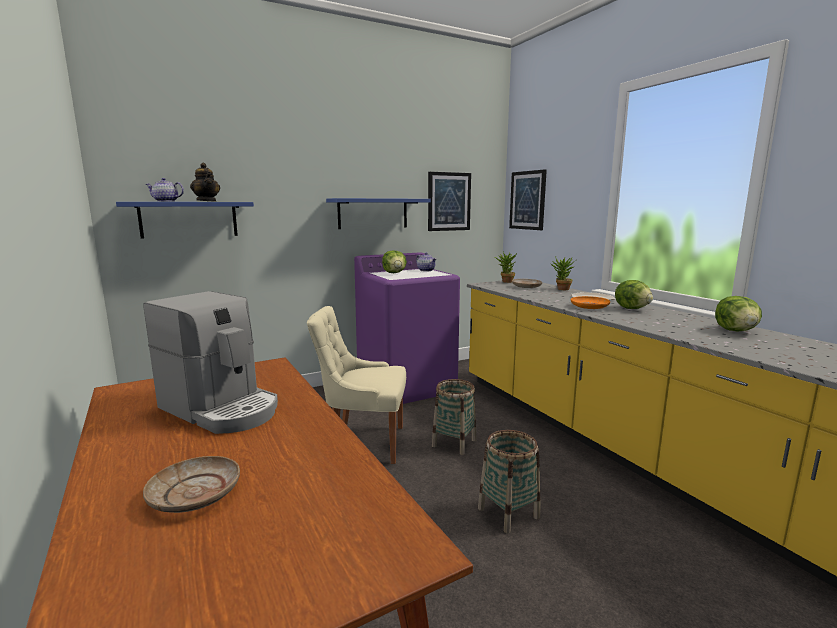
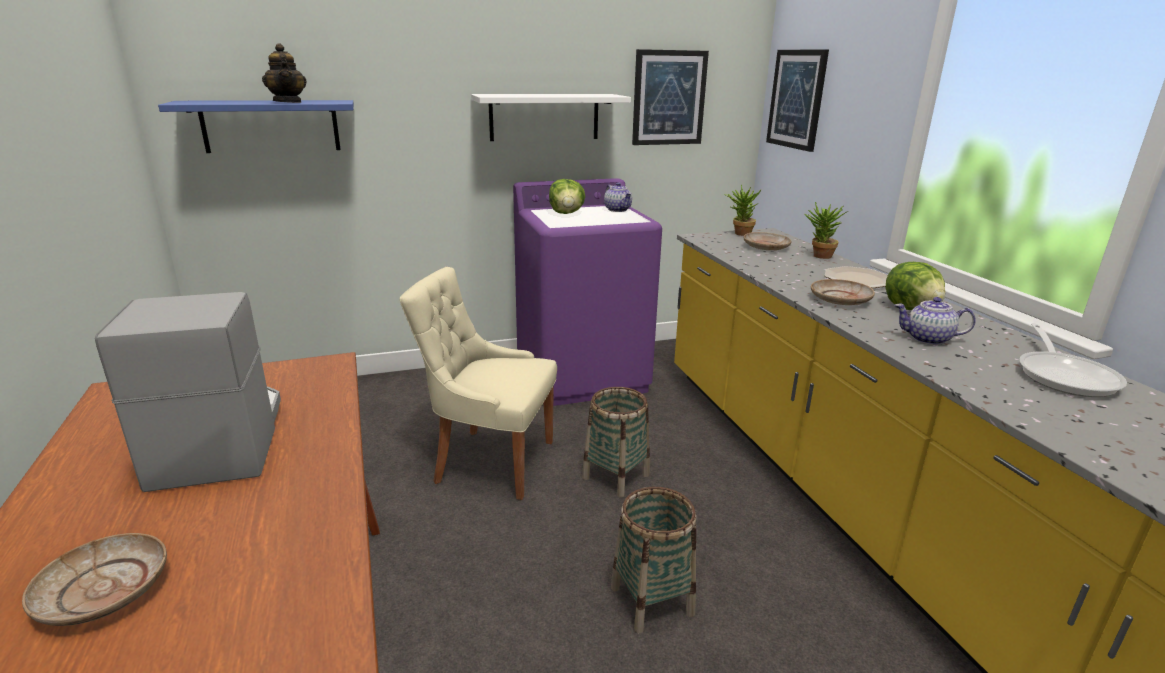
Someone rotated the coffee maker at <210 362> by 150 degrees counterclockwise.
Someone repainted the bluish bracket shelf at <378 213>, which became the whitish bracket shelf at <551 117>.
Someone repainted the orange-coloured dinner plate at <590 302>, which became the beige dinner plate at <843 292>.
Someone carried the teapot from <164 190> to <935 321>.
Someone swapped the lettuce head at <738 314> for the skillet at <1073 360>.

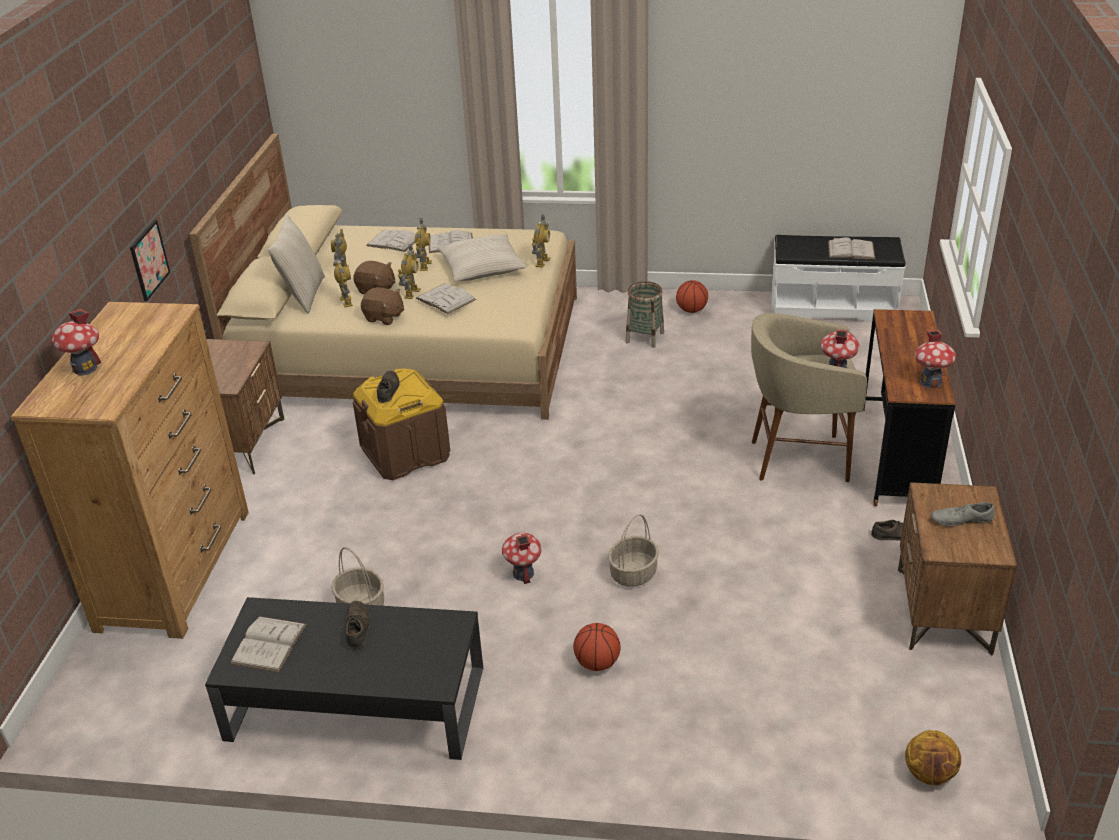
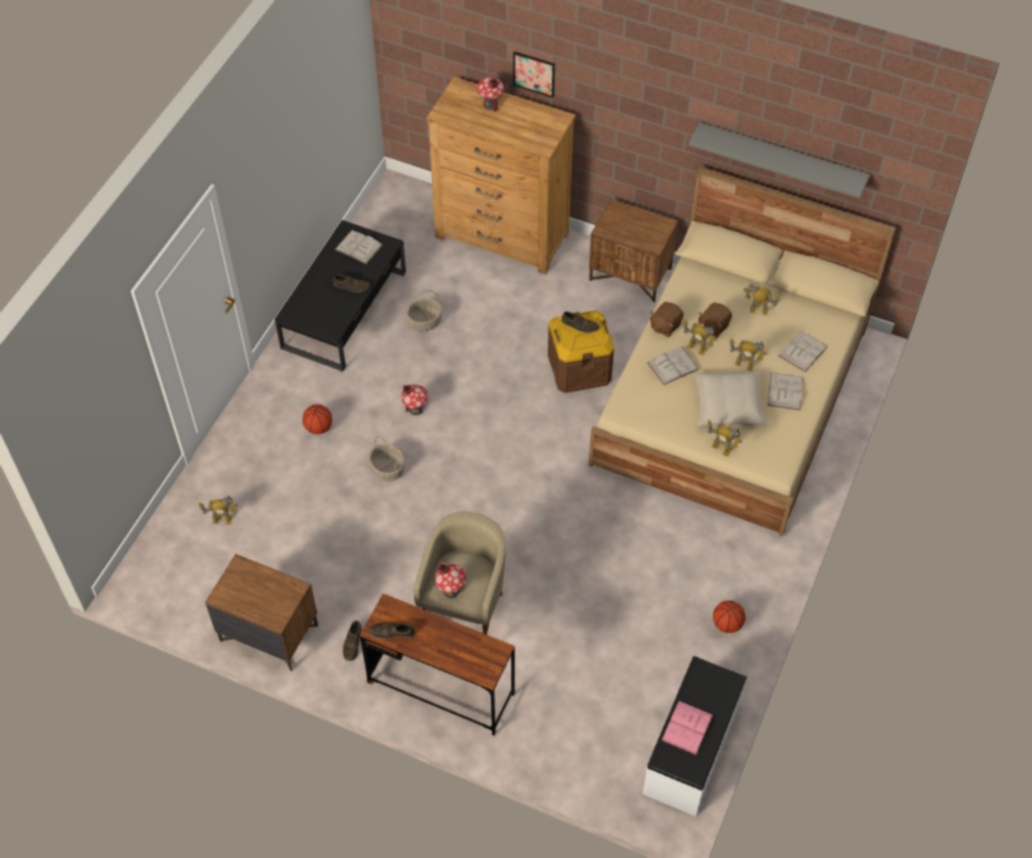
Someone carried the model robot from <343 280> to <218 510>.
Someone swapped the toy house at <935 359> for the brownish shoe at <392 630>.
Someone carried the picture from <150 260> to <534 74>.
Someone repainted the whitish bound book at <851 248>, which became the pink bound book at <687 728>.
Someone put up the greyish bracket shelf at <779 160>.
Someone took away the beige cushion at <296 263>.
Someone took away the household basket at <644 314>.
Someone took away the basketball at <933 758>.
Someone took away the greyish shoe at <963 514>.

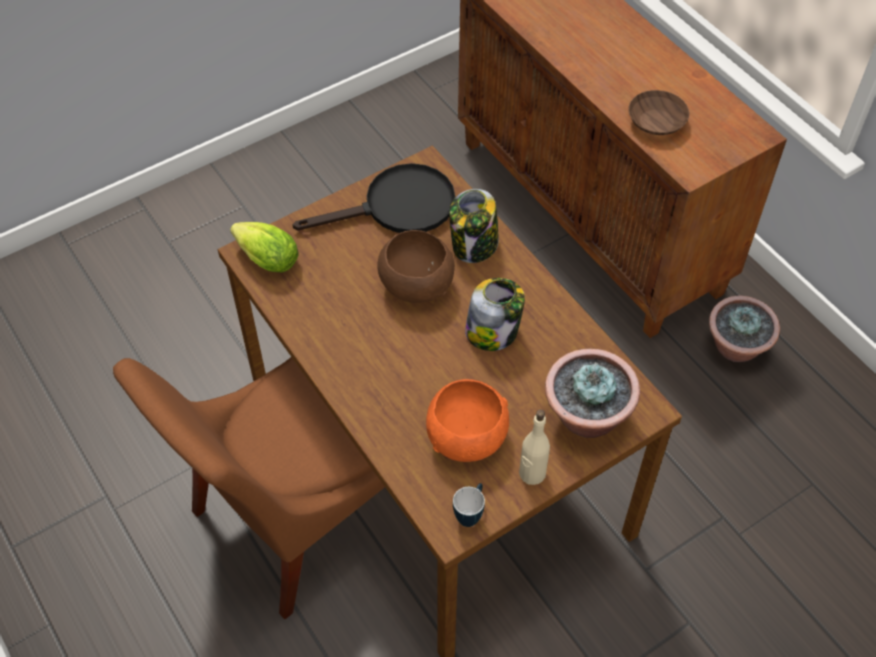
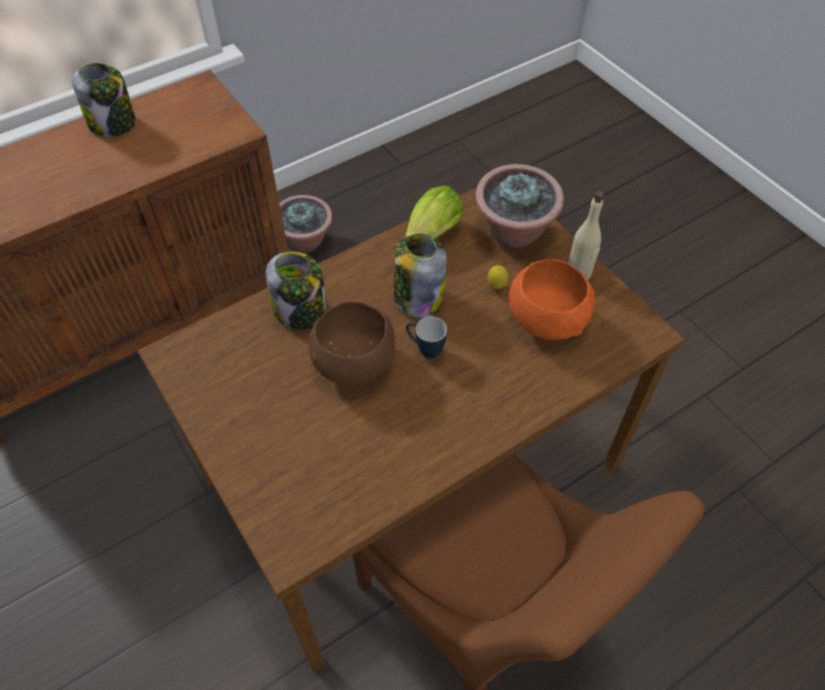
Someone put down the storage jar at <104 100>.
Someone carried the lettuce head from <264 247> to <434 212>.
Someone carried the mug from <469 505> to <426 338>.
Someone put down the citrus fruit at <497 277>.
Someone took away the blackish skillet at <374 198>.
Someone took away the brownish serving bowl at <658 112>.

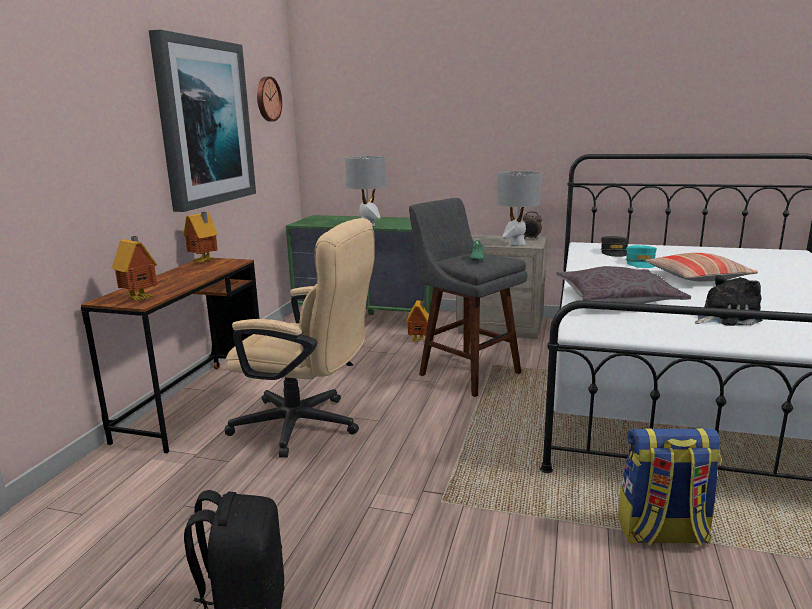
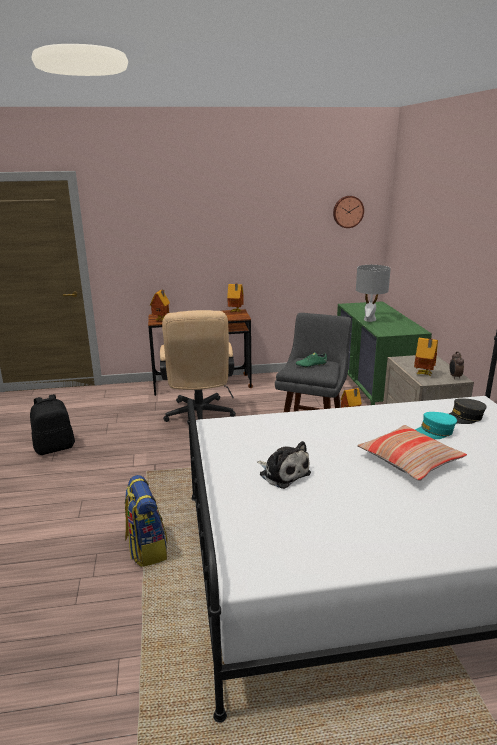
Someone swapped the greyish tabletop lamp at <519 208> for the toy house at <426 357>.
Someone took away the picture at <202 120>.
Someone took away the greyish cushion at <623 285>.

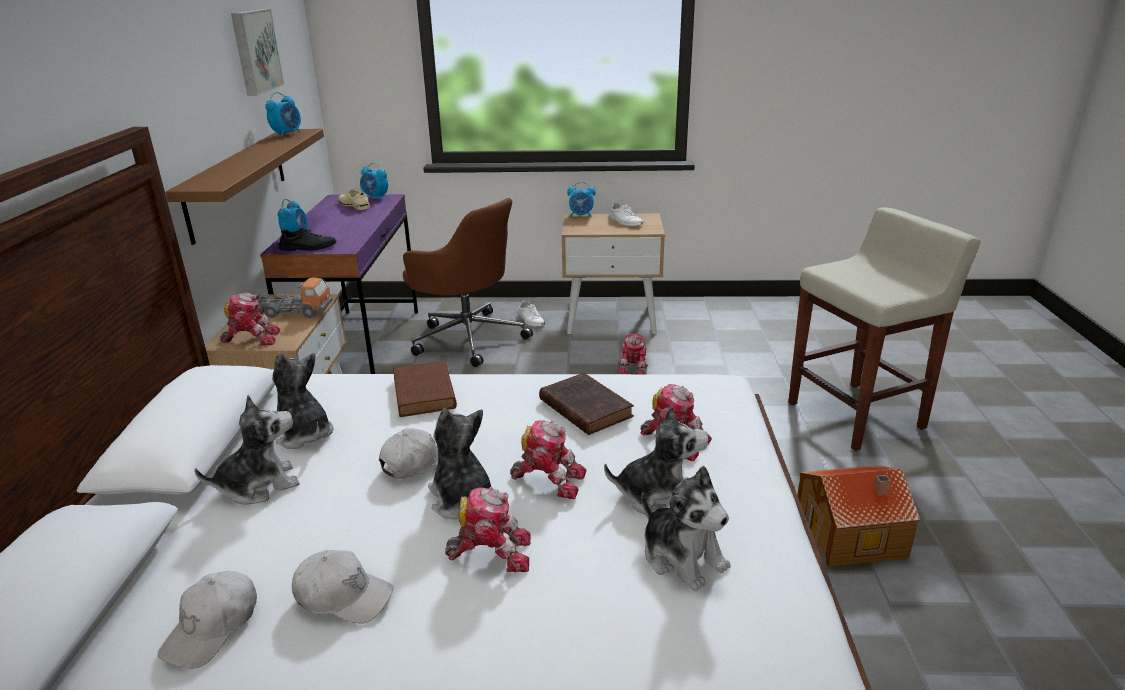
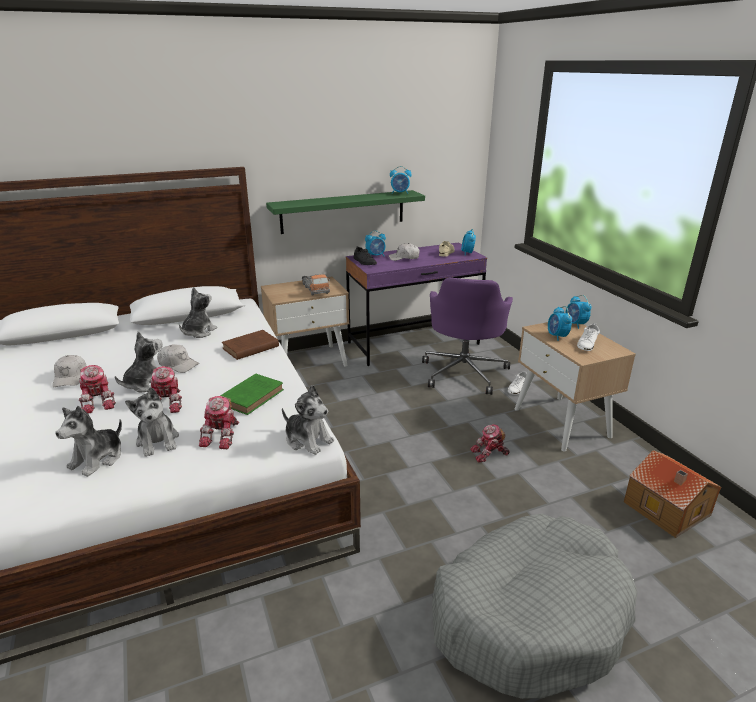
Someone repainted the brownish bound book at <586 404>, which became the greenish bound book at <252 394>.
Someone repainted the brownish bracket shelf at <244 187>, which became the greenish bracket shelf at <345 212>.
Someone carried the soft toy from <247 450> to <308 420>.
Someone carried the whitish cap from <207 620> to <404 252>.
Someone repainted the brownish office chair at <468 282>, which became the purple office chair at <467 336>.
Someone swapped the beige stool at <884 329> for the greyish pet bed at <534 606>.
Someone put down the alarm clock at <560 323>.
Someone carried the toy house from <858 516> to <673 494>.
Someone took away the model robot at <250 319>.
Someone took away the picture at <257 52>.

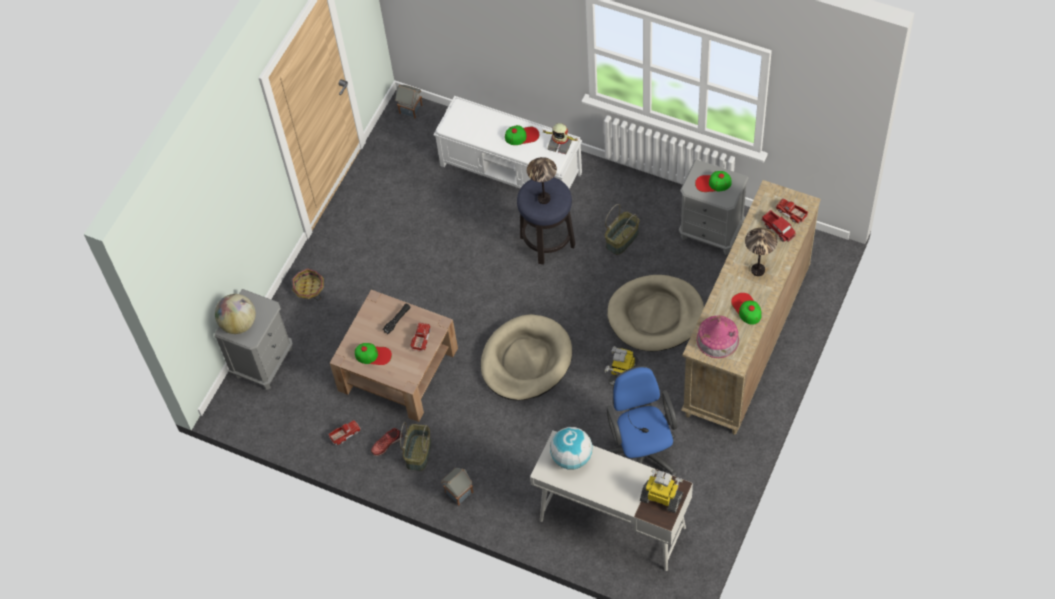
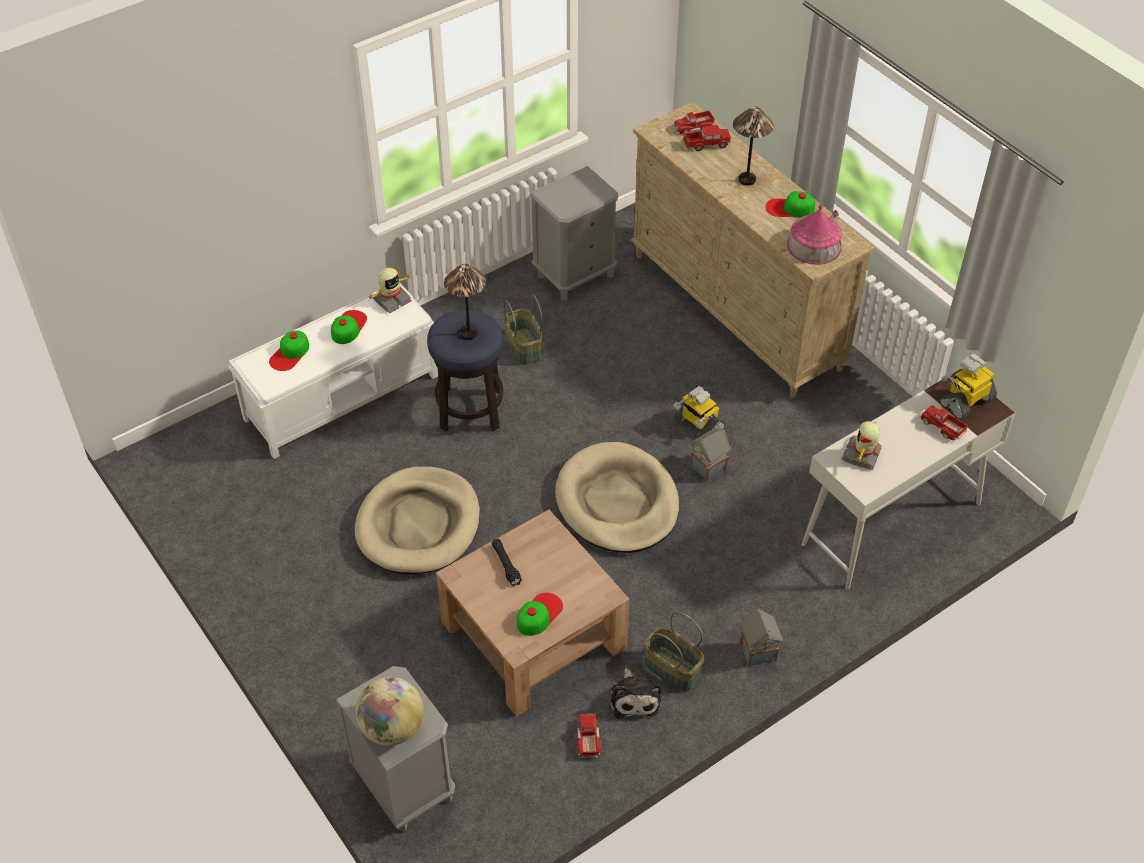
Someone carried the cap from <713 181> to <289 351>.
Someone carried the beige pet bed from <656 313> to <417 521>.
Someone swapped the red-coloured shoe at <387 442> for the soft toy at <636 693>.
Someone carried the toy house from <409 101> to <710 455>.
Someone swapped the desk globe at <571 448> for the model robot at <861 445>.
Someone carried the toy lorry from <420 337> to <943 422>.
Someone took away the household basket at <308 284>.
Someone took away the bluish office chair at <642 421>.

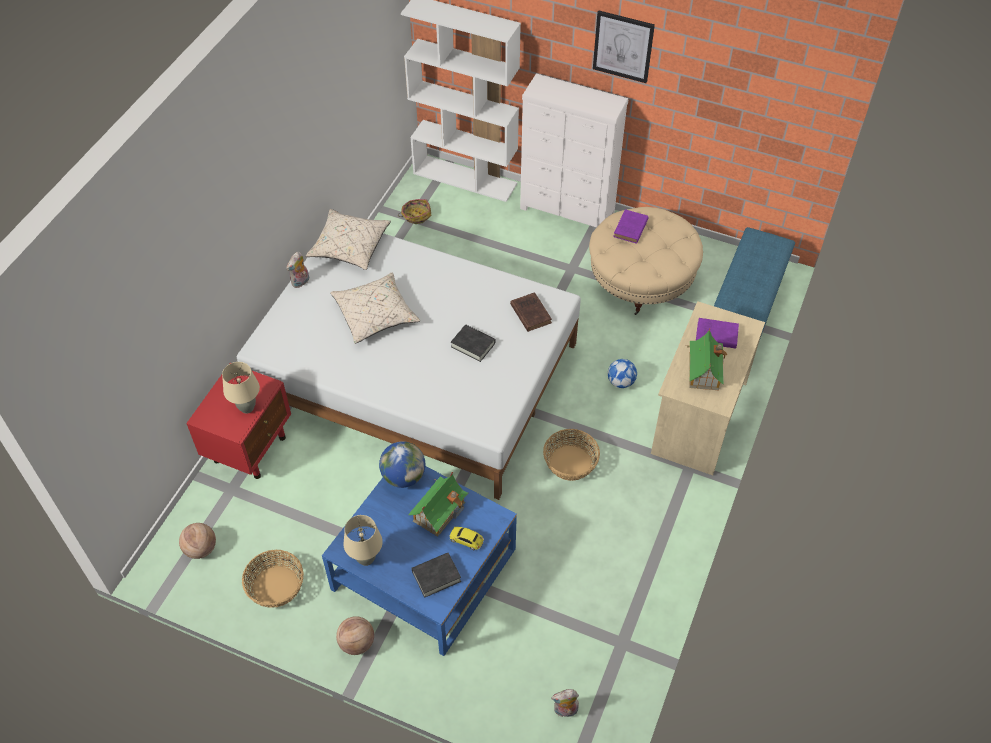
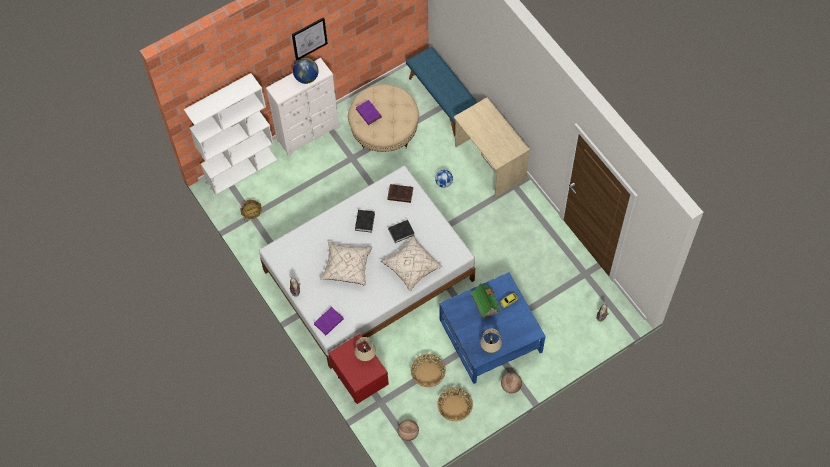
Someone carried the desk globe from <402 464> to <305 71>.
Someone carried the purple bound book from <717 333> to <329 321>.
Someone carried the blackish bound book from <436 575> to <365 221>.
Someone carried the beige cushion from <348 239> to <411 263>.
Someone carried the household basket from <571 455> to <428 370>.
Someone took away the toy house at <706 359>.

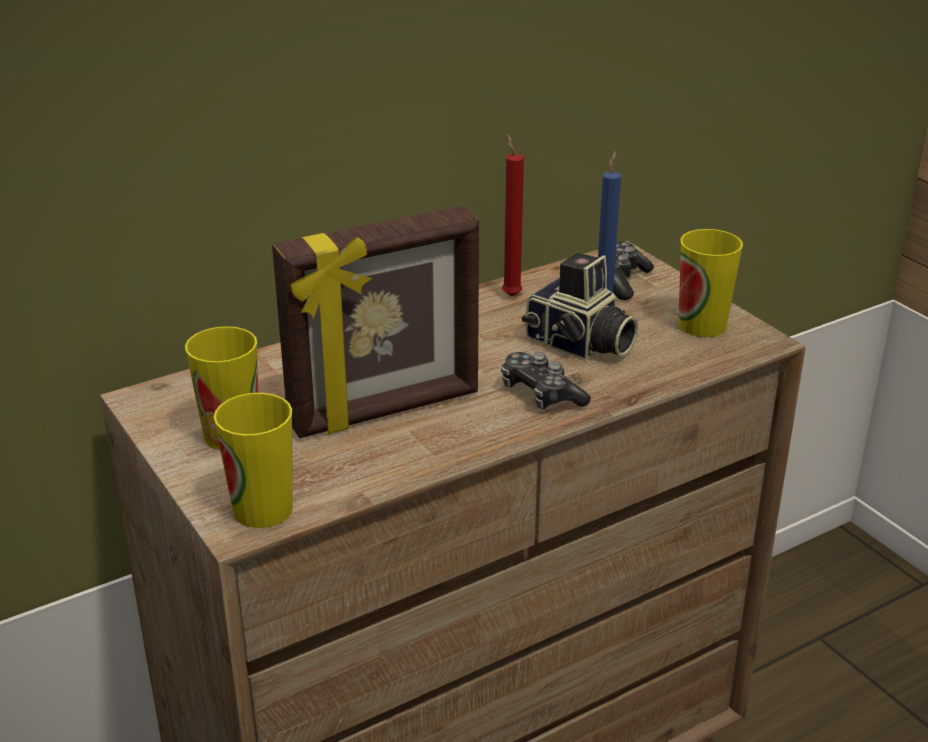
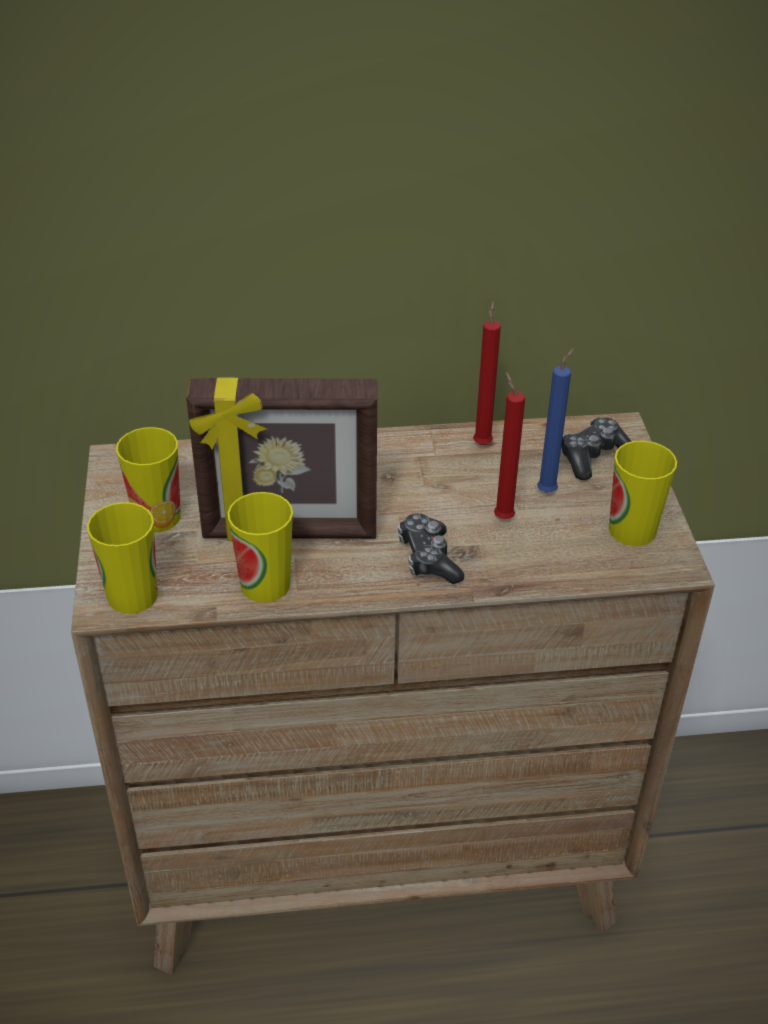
Someone put down the small cup at <260 547>.
Someone swapped the still camera at <580 306> for the red-coloured candle at <509 445>.

